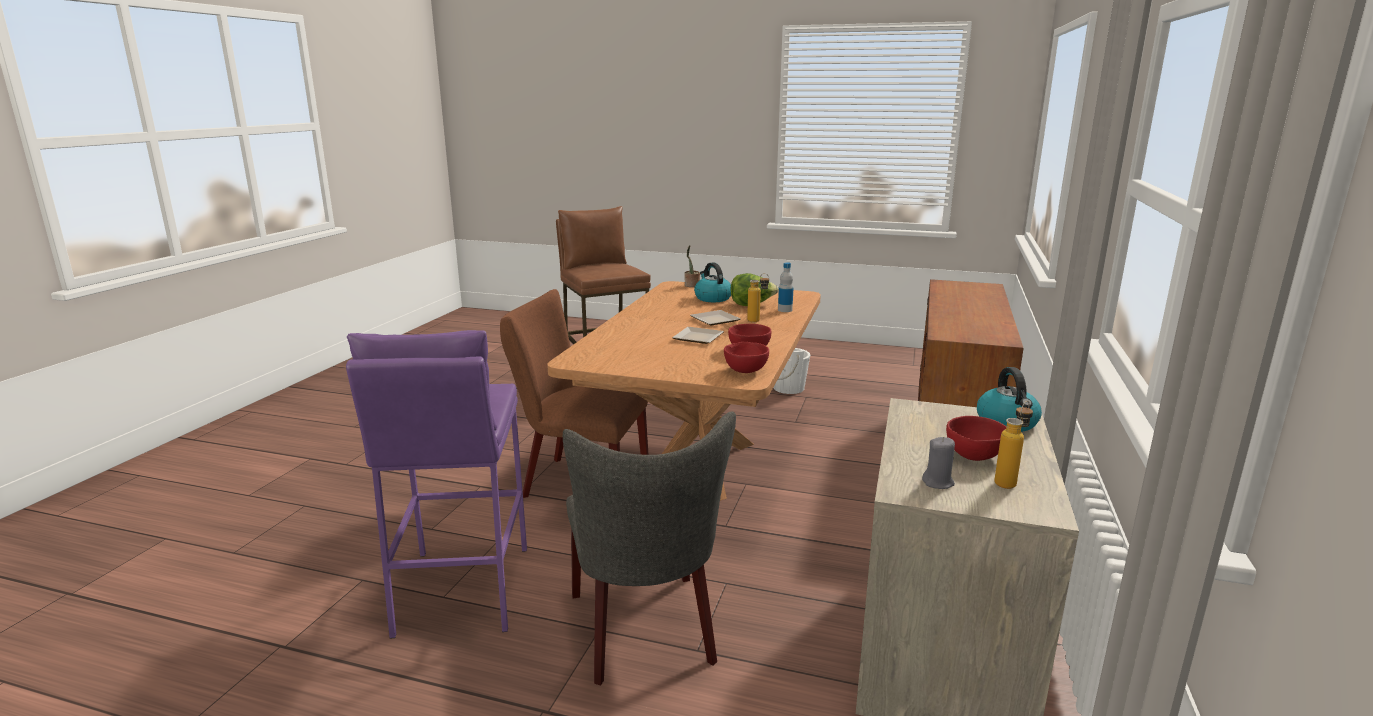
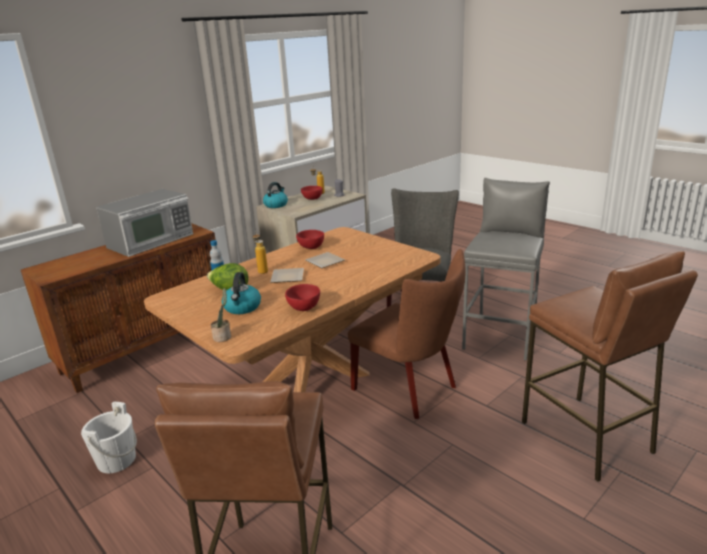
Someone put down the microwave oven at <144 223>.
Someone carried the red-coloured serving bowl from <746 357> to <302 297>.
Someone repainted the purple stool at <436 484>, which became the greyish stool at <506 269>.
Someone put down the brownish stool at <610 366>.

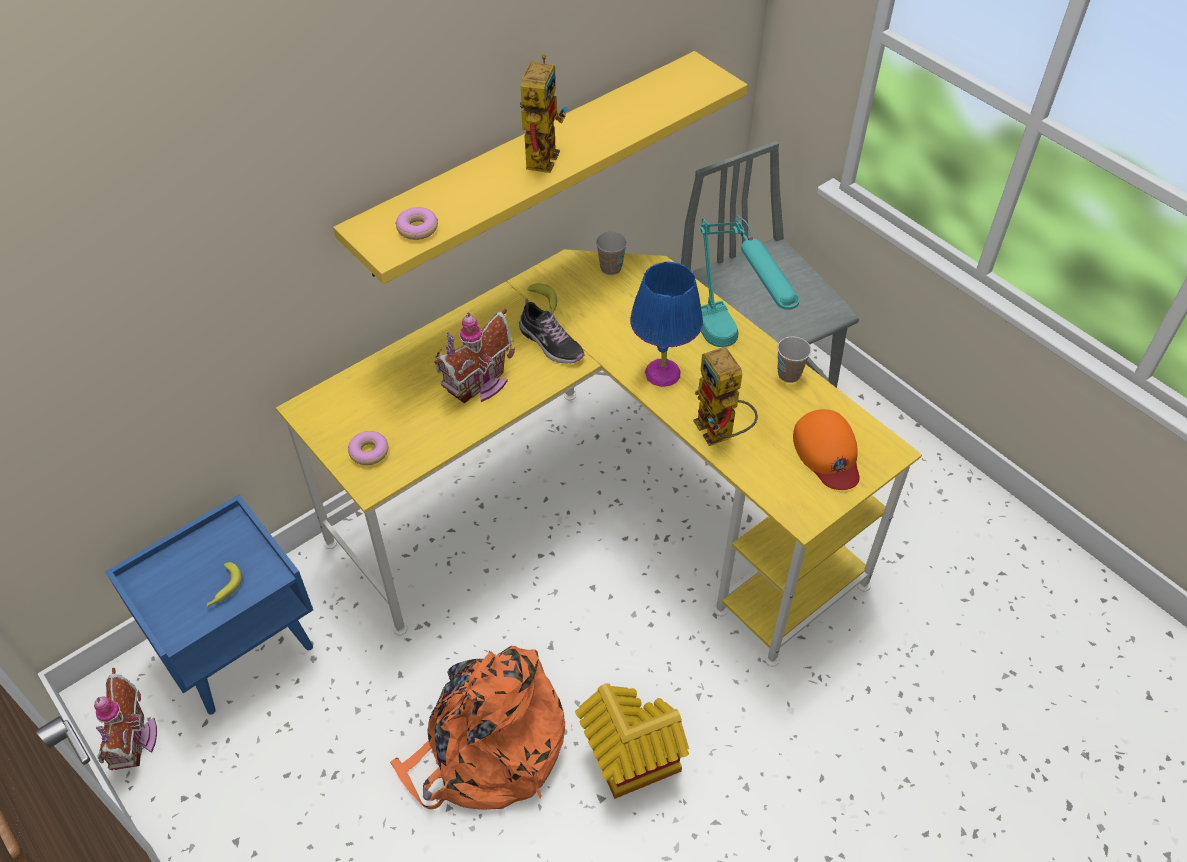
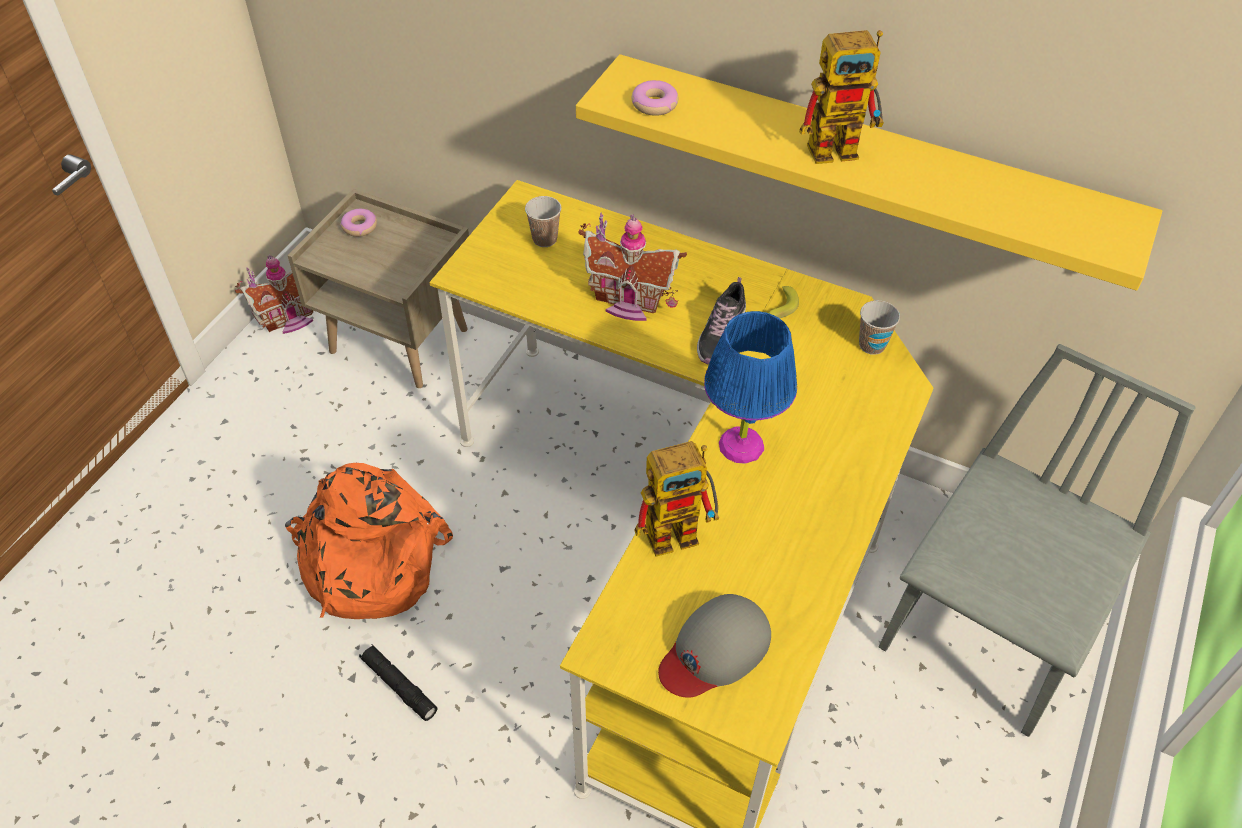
Someone repainted the bluish nightstand at <209 605>, which became the beige nightstand at <378 288>.
Someone carried the ring doughnut from <368 448> to <359 223>.
Someone swapped the toy house at <632 741> for the blackish torch at <398 682>.
Someone carried the small cup from <794 359> to <543 221>.
Someone rotated the model robot at <725 396> by 150 degrees counterclockwise.
Someone repainted the orange-coloured cap at <826 449>, which became the greyish cap at <714 646>.
Someone took away the banana fruit at <224 584>.
Someone took away the turquoise-coloured tabletop lamp at <749 281>.

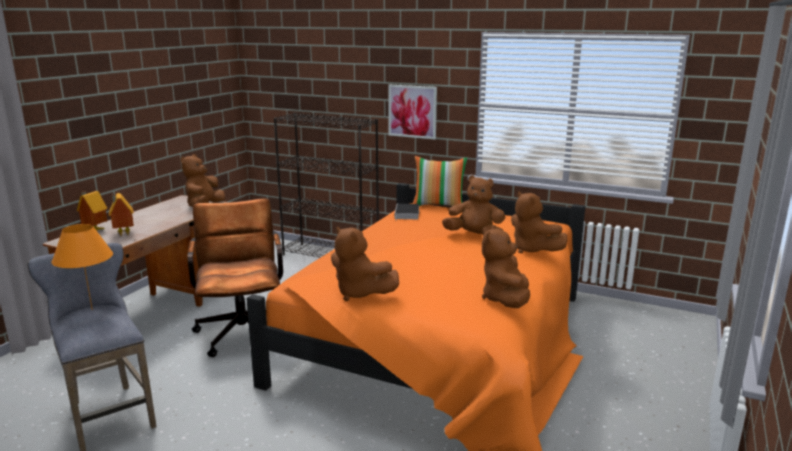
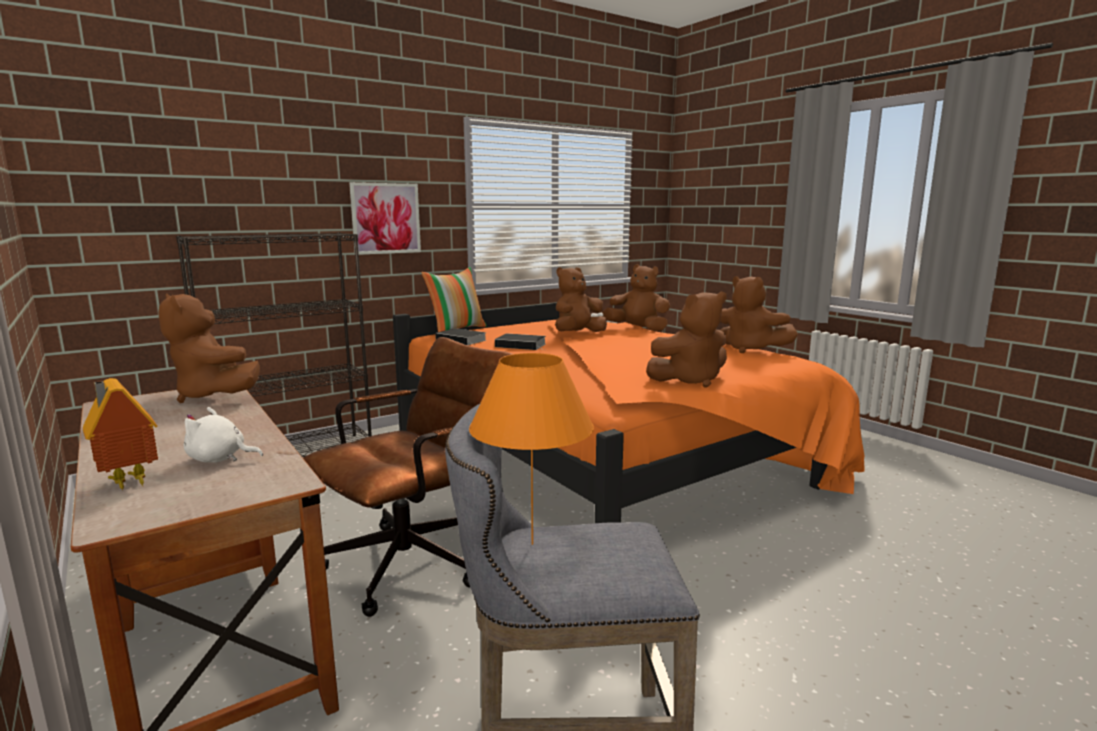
Someone swapped the toy house at <121 214> for the whitish soft toy at <223 435>.
Someone rotated the brownish office chair at <235 277> by 120 degrees clockwise.
Someone put down the bound book at <520 341>.
Someone rotated the brownish soft toy at <539 222> by 150 degrees counterclockwise.

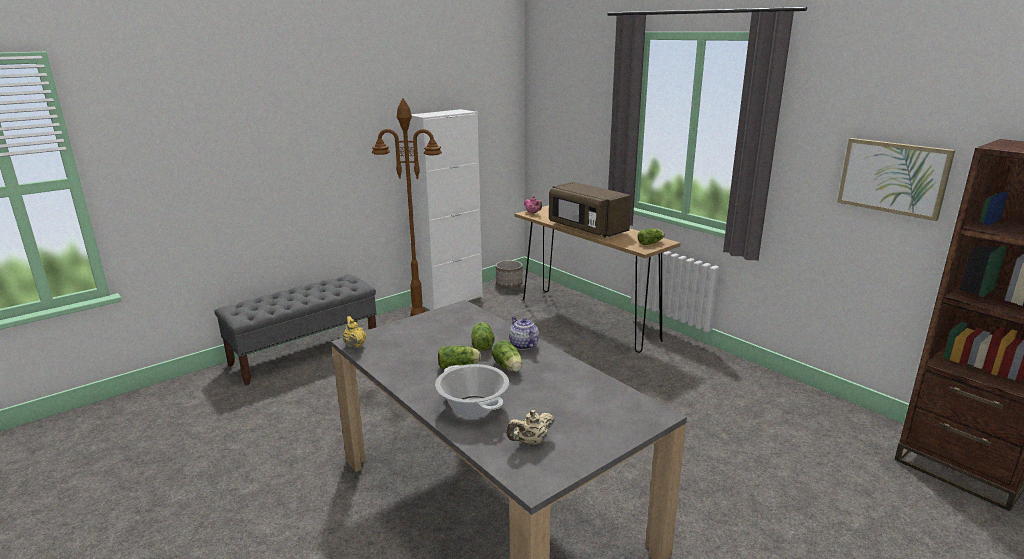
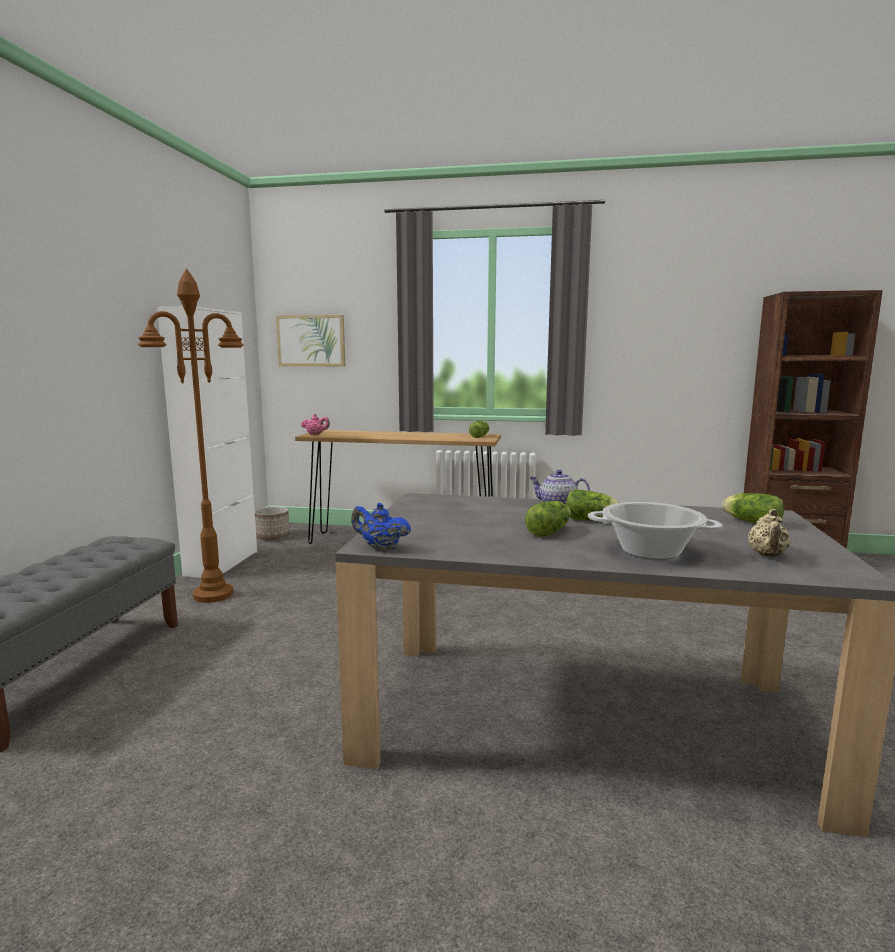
Someone carried the picture from <896 179> to <310 340>.
Someone repainted the yellow-coloured teapot at <354 332>, which became the bluish teapot at <381 526>.
Someone carried the lettuce head from <482 336> to <753 508>.
Someone took away the brownish microwave oven at <590 209>.

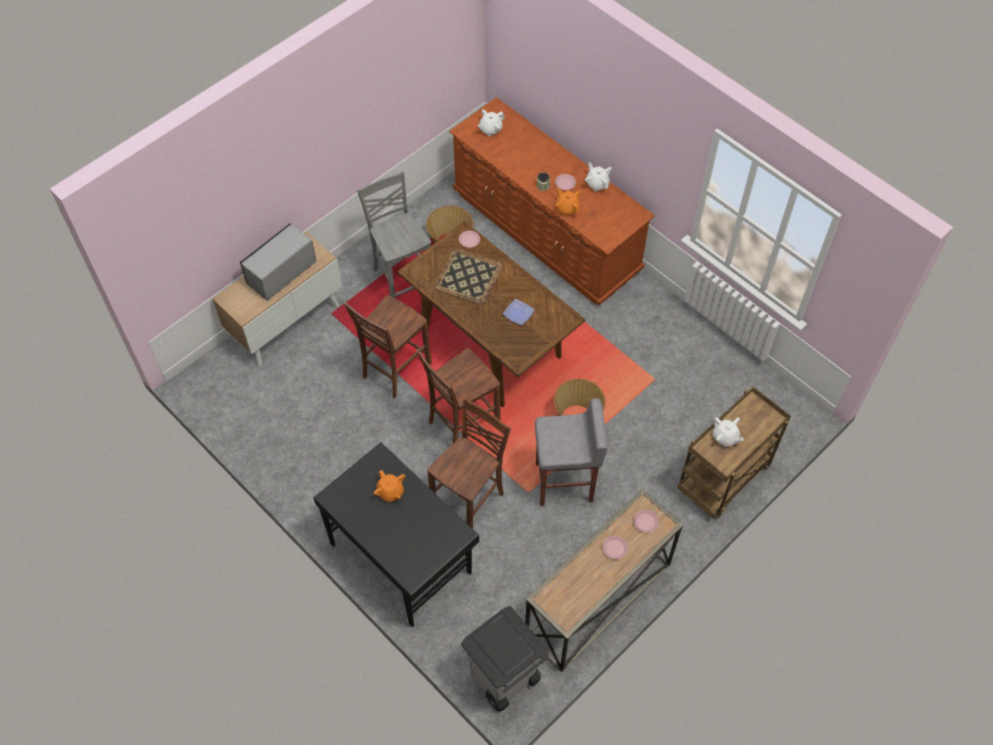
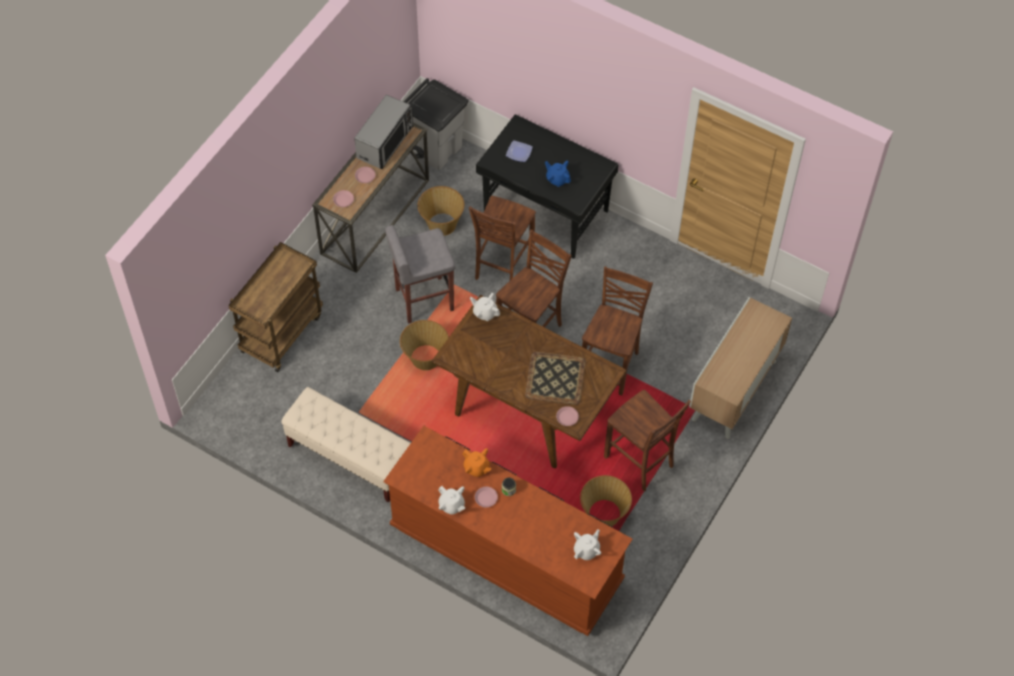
Someone put down the beige indoor bench at <346 444>.
Someone carried the microwave oven from <278 262> to <383 132>.
Someone put down the household basket at <441 211>.
Someone carried the whitish teapot from <728 432> to <485 307>.
Someone carried the dinner plate from <518 312> to <519 151>.
Someone repainted the orange-coloured teapot at <389 486>, which became the bluish teapot at <558 174>.
Someone repainted the greyish upright chair at <394 235>, which became the brownish upright chair at <647 440>.

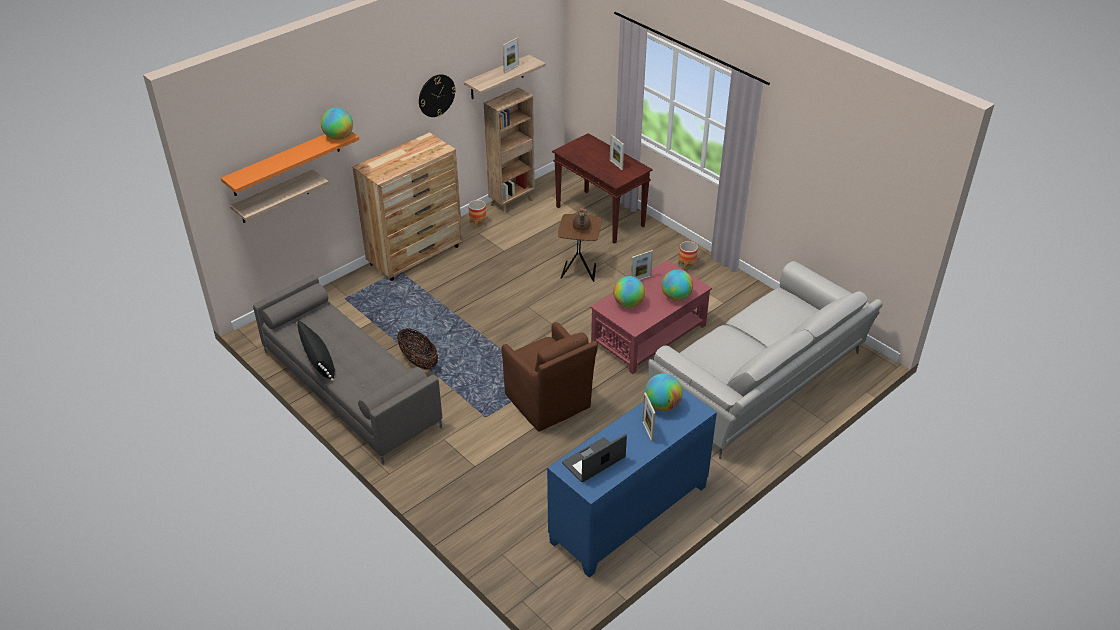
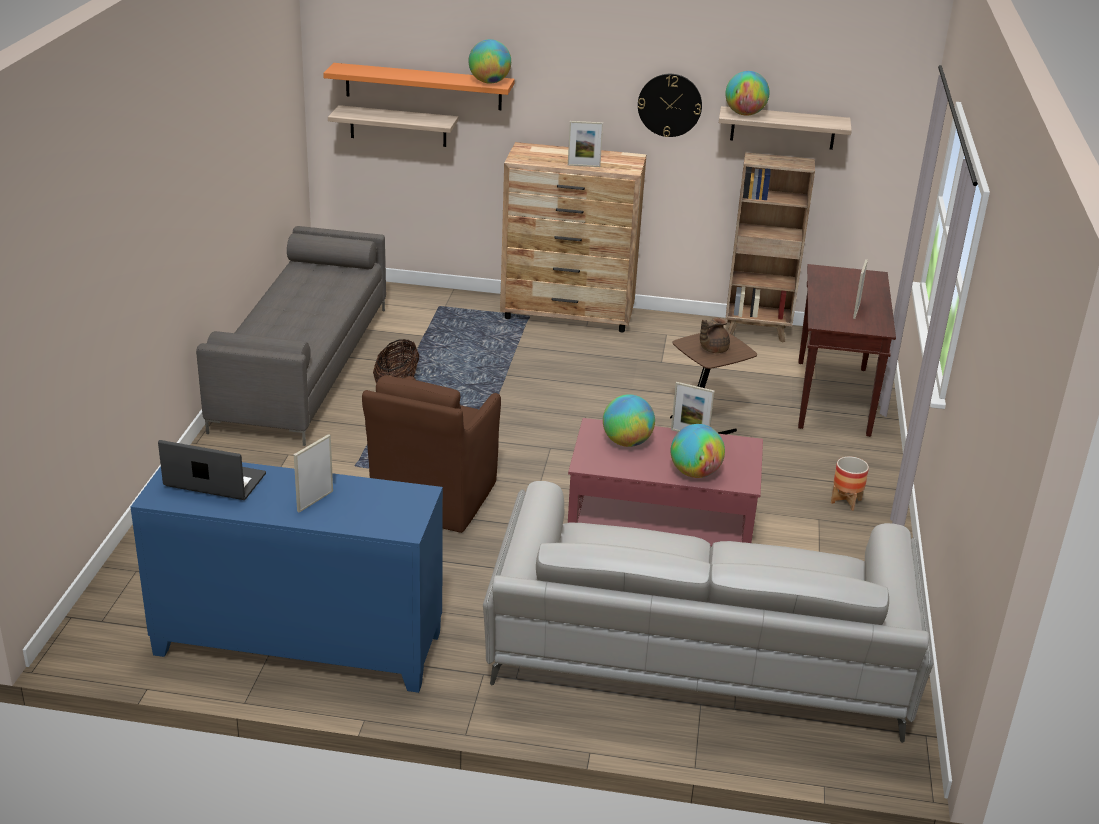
Someone carried the standing frame from <511 55> to <585 144>.
Someone carried the desk globe from <664 392> to <747 93>.
Someone took away the blackish cushion at <315 350>.
Someone took away the plant pot at <477 214>.

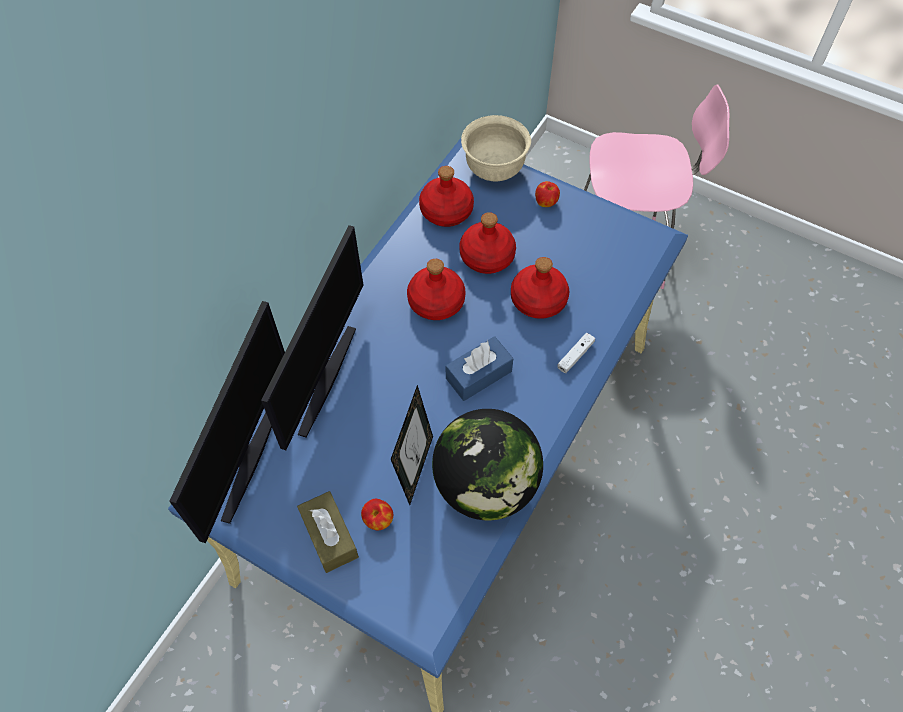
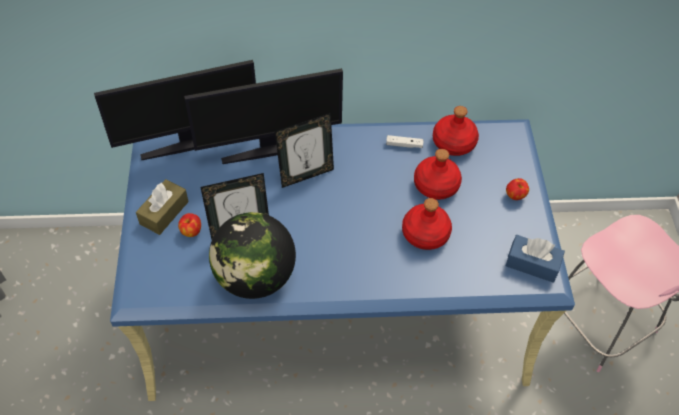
Someone put down the standing frame at <304 150>.
Someone carried the whitish gamepad from <576 352> to <405 141>.
Someone carried the bluish tissue holder from <479 368> to <535 259>.
Someone took away the red-coloured bottle at <436 289>.
Someone took away the beige serving bowl at <496 148>.

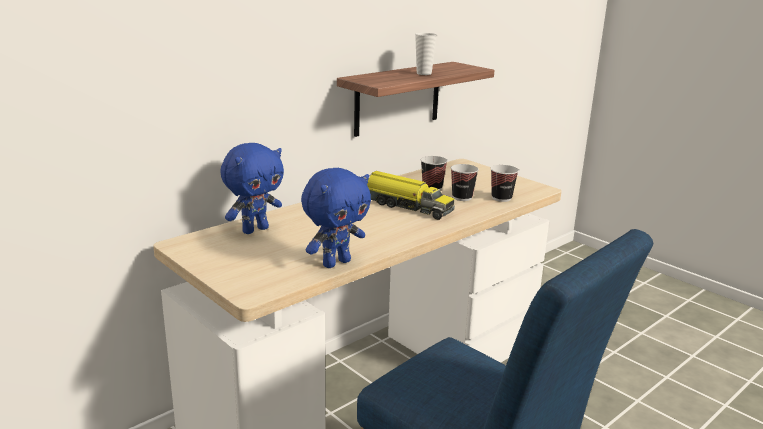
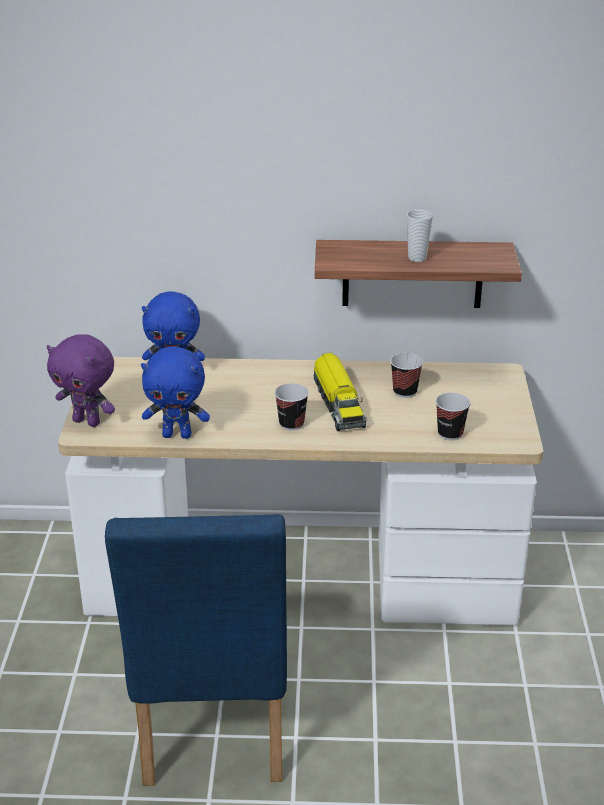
Someone put down the purple soft toy at <81 380>.
Someone carried the small cup from <465 182> to <291 407>.

